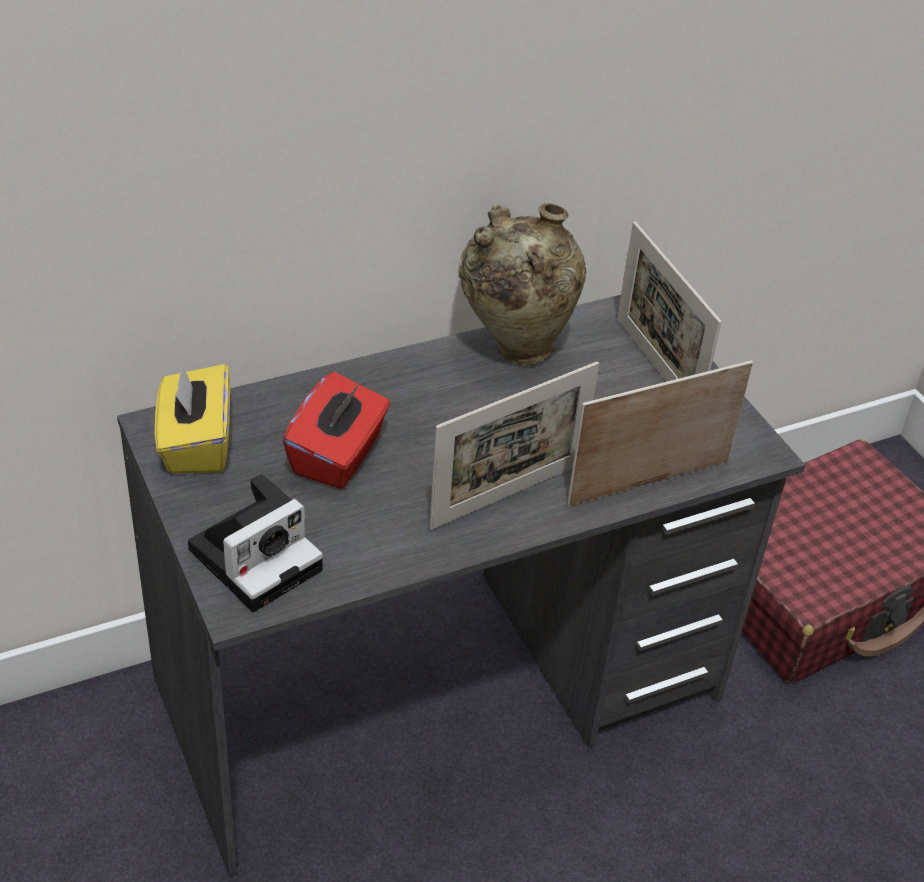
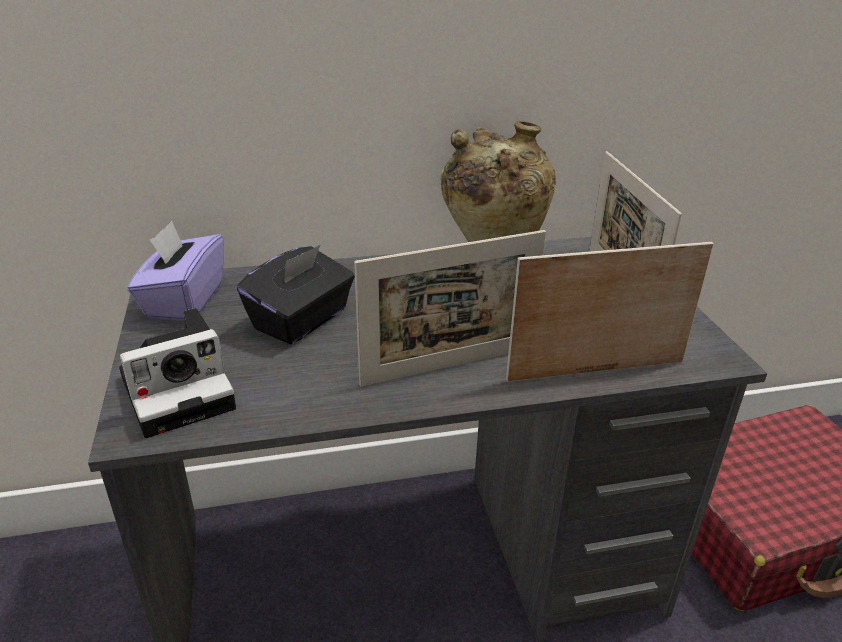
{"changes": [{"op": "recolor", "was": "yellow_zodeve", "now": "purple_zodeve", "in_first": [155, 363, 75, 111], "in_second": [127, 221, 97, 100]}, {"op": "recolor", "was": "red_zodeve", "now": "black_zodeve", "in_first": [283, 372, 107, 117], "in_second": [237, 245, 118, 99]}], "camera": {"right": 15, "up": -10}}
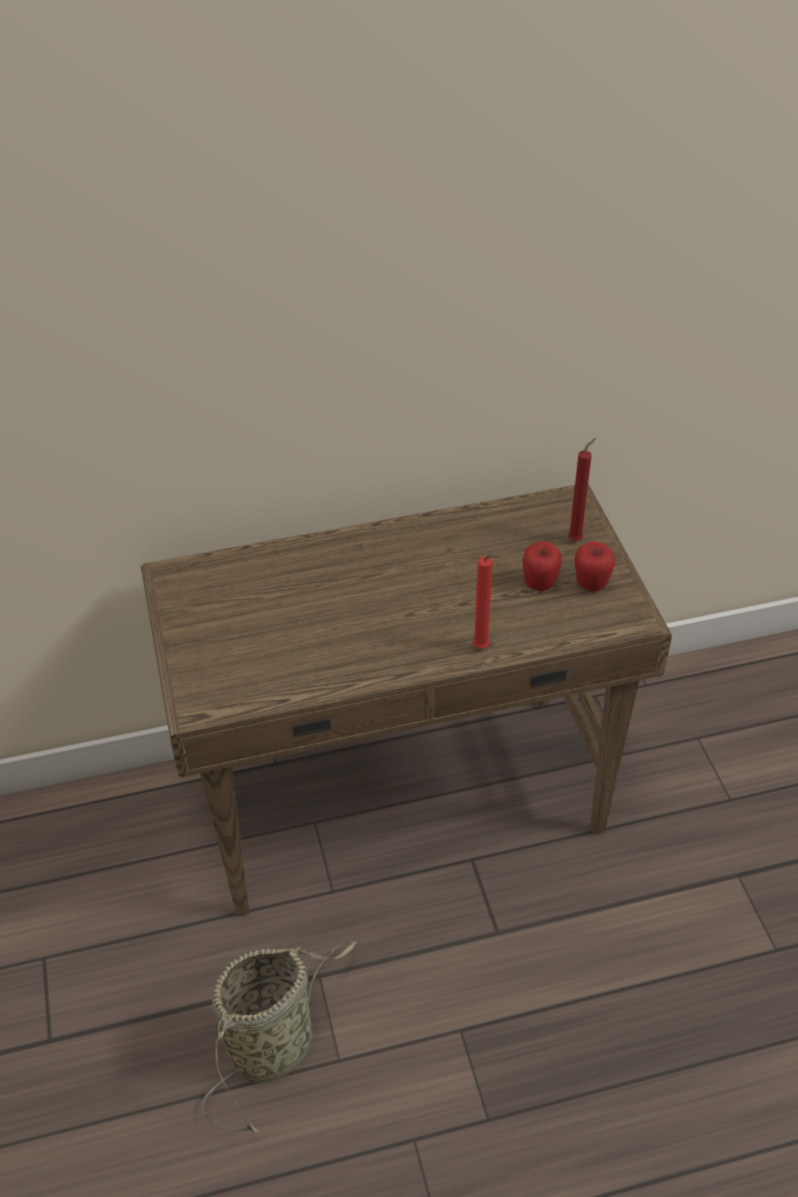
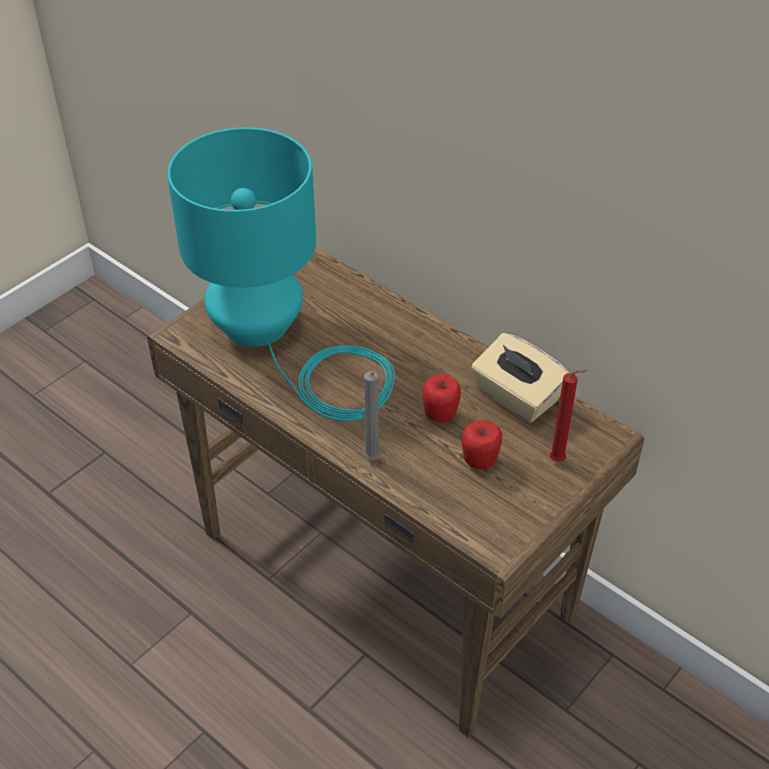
{"changes": [{"op": "delete", "was": "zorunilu", "in_first": [202, 941, 155, 192]}, {"op": "recolor", "was": "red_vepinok", "now": "grey_vepinok", "in_first": [473, 555, 26, 94], "in_second": [364, 371, 16, 89]}, {"op": "move", "was": "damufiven", "in_first": [574, 542, 41, 49], "in_second": [422, 374, 39, 49]}, {"op": "insert", "now": "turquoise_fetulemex", "in_second": [167, 127, 228, 294]}, {"op": "insert", "now": "beige_zodeve", "in_second": [471, 333, 98, 90]}], "camera": {"right": 55, "up": 0}}
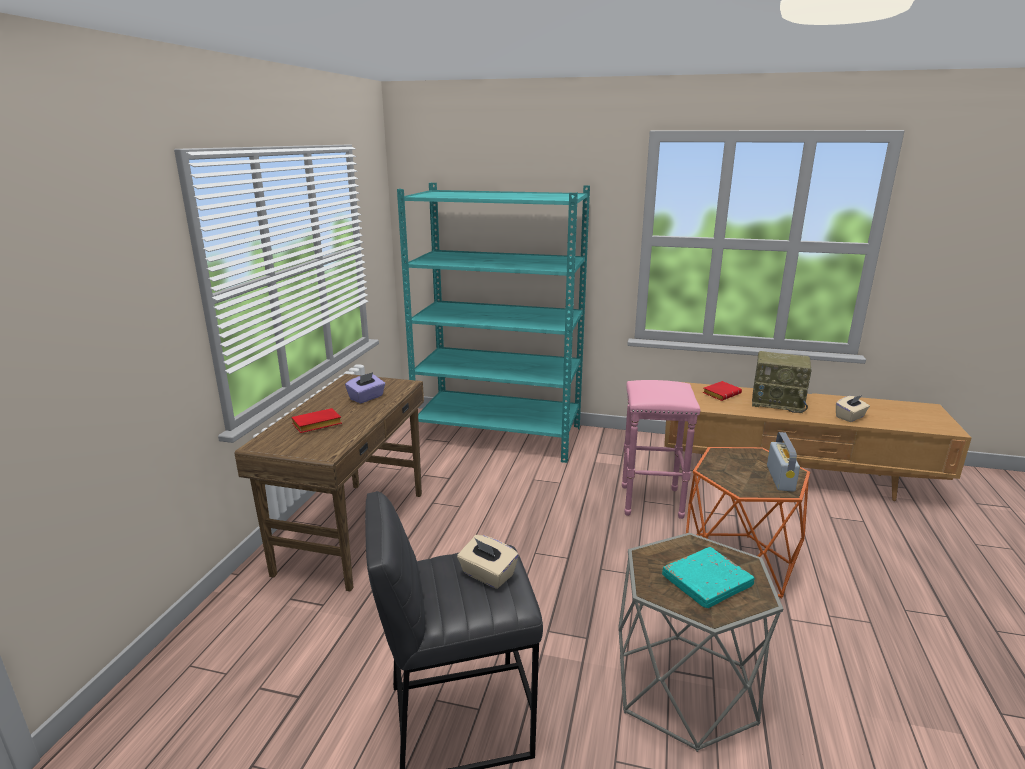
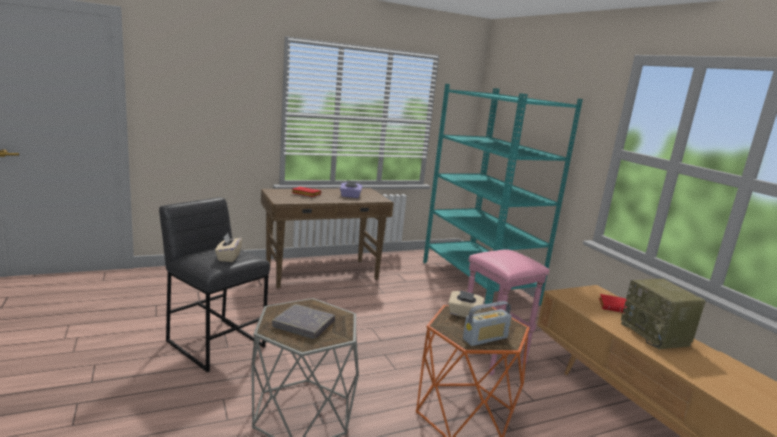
{"changes": [{"op": "recolor", "was": "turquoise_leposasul", "now": "grey_leposasul", "in_first": [662, 547, 93, 62], "in_second": [272, 304, 63, 35]}, {"op": "move", "was": "beige_zodeve", "in_first": [836, 395, 34, 27], "in_second": [448, 290, 36, 27]}], "camera": {"right": 50, "up": -5}}
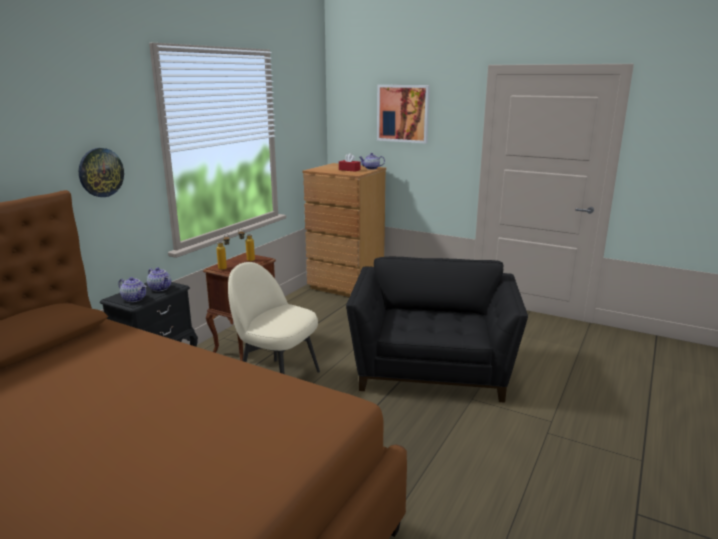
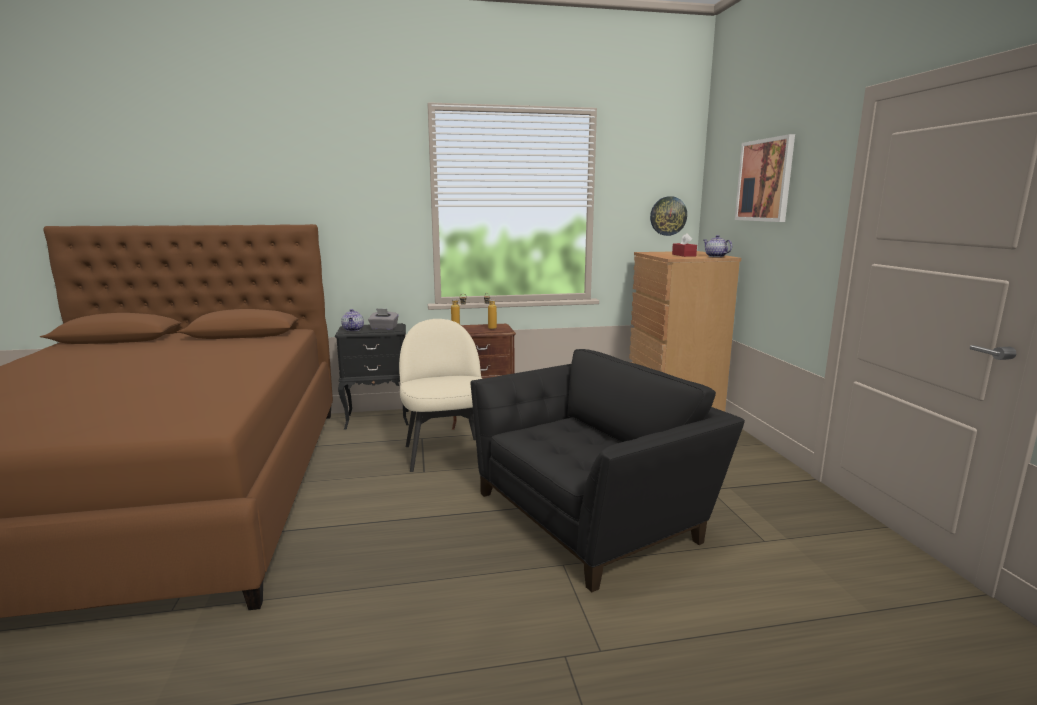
{"changes": [{"op": "move", "was": "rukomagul", "in_first": [79, 148, 45, 49], "in_second": [650, 196, 37, 40]}, {"op": "replace", "was": "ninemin", "now": "grey_zodeve", "in_first": [147, 268, 24, 24], "in_second": [368, 308, 31, 22]}], "camera": {"right": 50, "up": -5}}
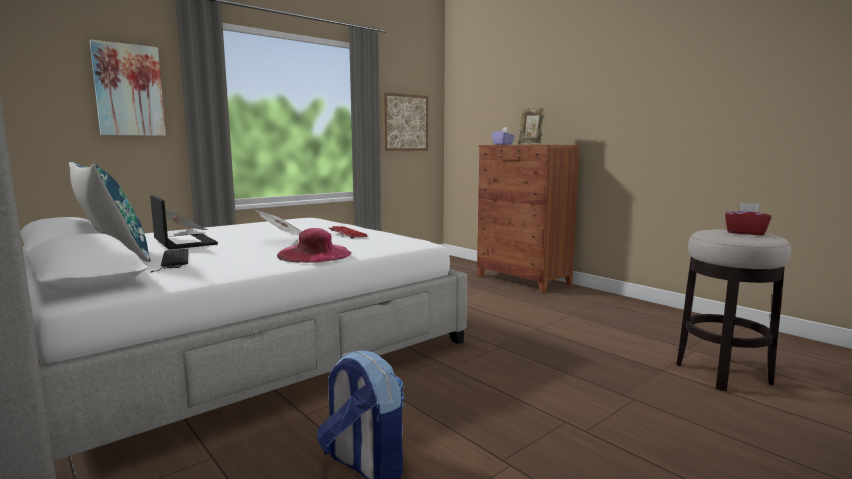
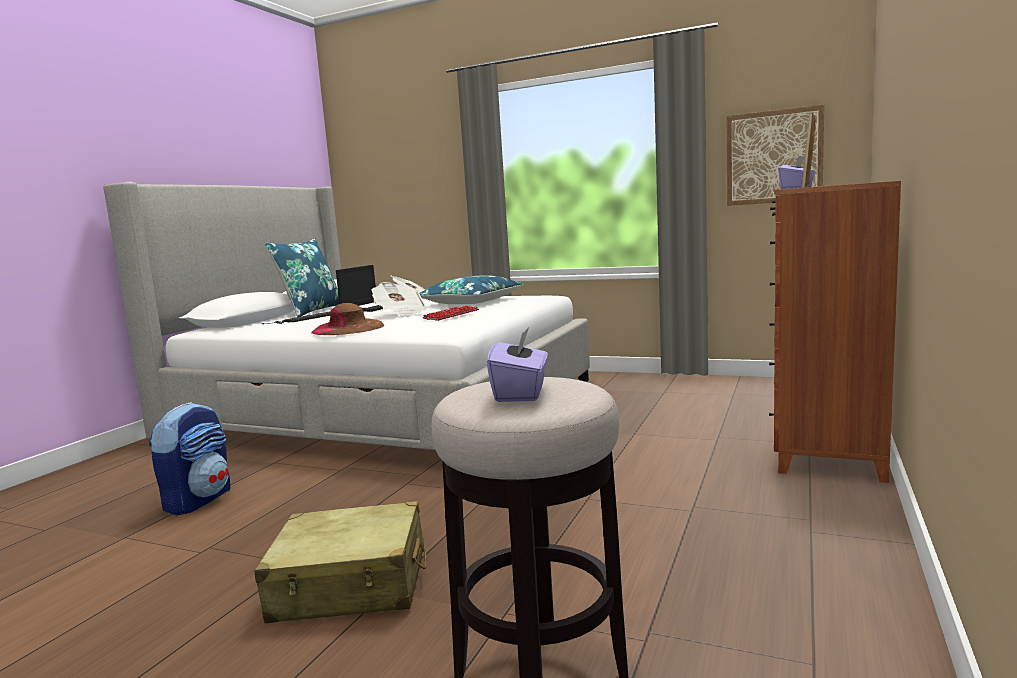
{"changes": [{"op": "delete", "was": "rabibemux", "in_first": [90, 40, 76, 96]}, {"op": "recolor", "was": "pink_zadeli", "now": "brown_zadeli", "in_first": [277, 228, 75, 35], "in_second": [311, 303, 73, 32]}, {"op": "recolor", "was": "red_zodeve", "now": "purple_zodeve", "in_first": [725, 203, 47, 32], "in_second": [487, 327, 61, 75]}, {"op": "insert", "now": "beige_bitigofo", "in_second": [254, 501, 172, 122]}, {"op": "insert", "now": "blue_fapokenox", "in_second": [419, 275, 105, 29]}], "camera": {"right": 65, "up": 0}}
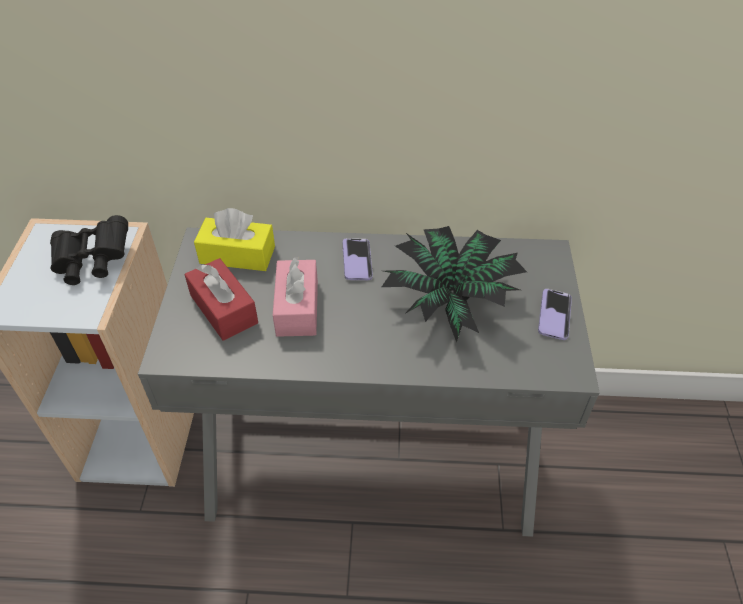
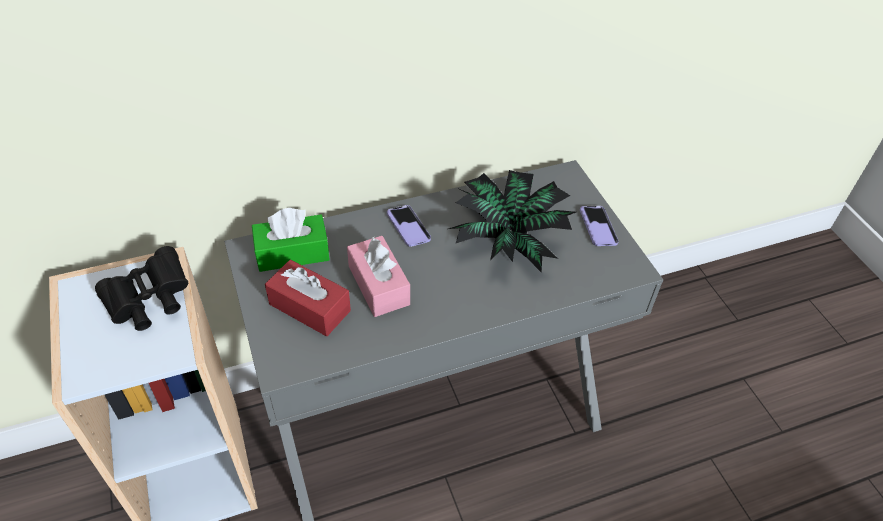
{"changes": [{"op": "recolor", "was": "yellow_zodeve", "now": "green_zodeve", "in_first": [194, 208, 81, 63], "in_second": [252, 208, 78, 64]}], "camera": {"right": -25, "up": 0}}
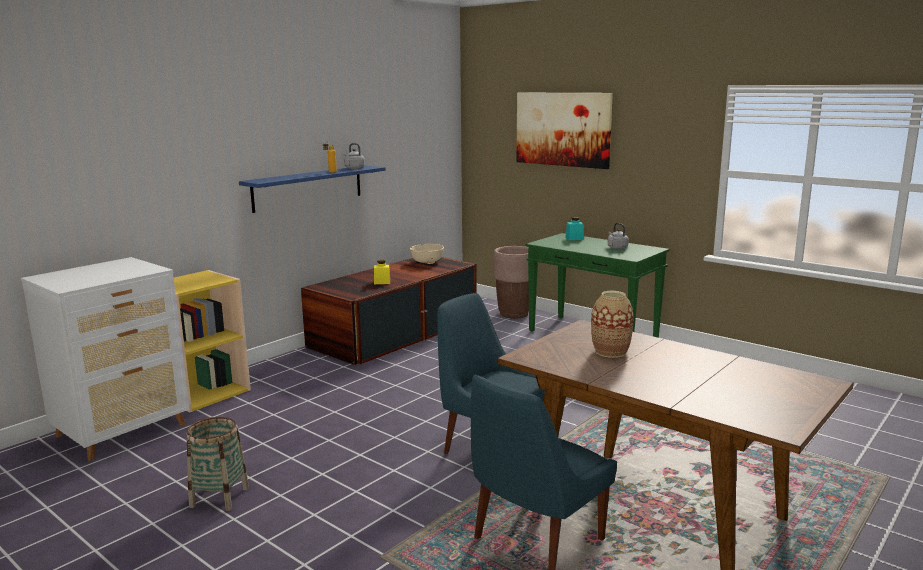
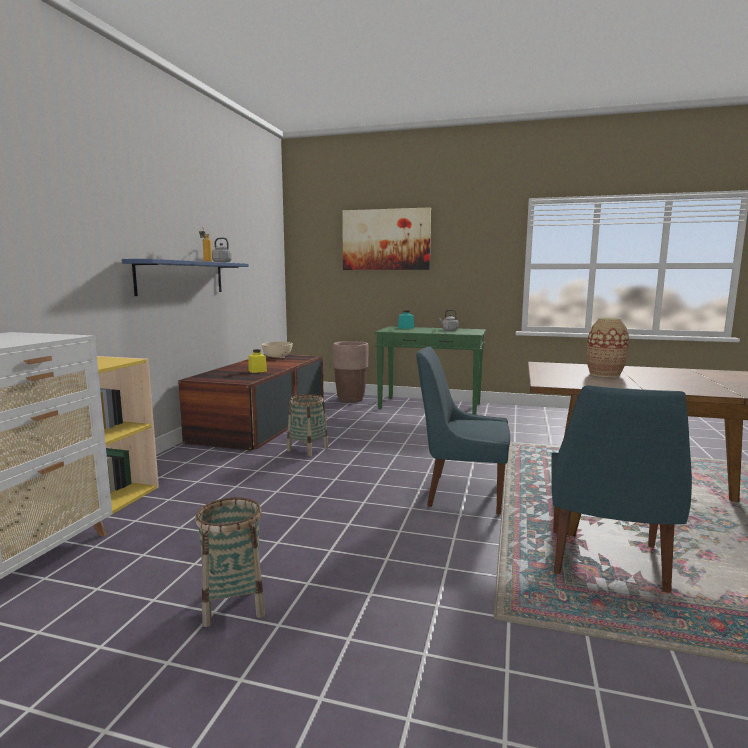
{"changes": [{"op": "insert", "now": "zorunilu", "in_second": [287, 394, 41, 62]}], "camera": {"right": -25, "up": -5}}
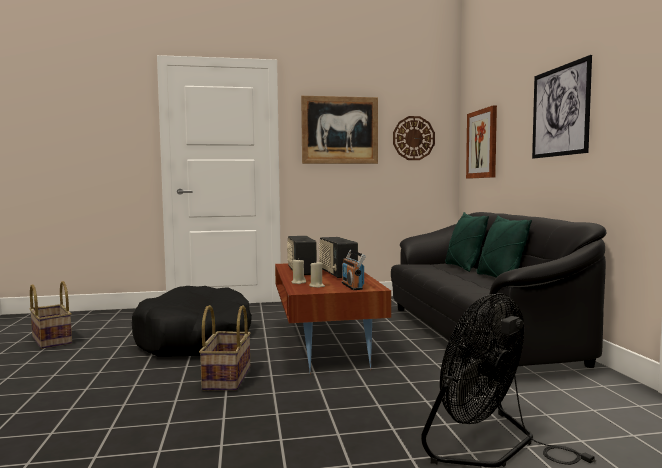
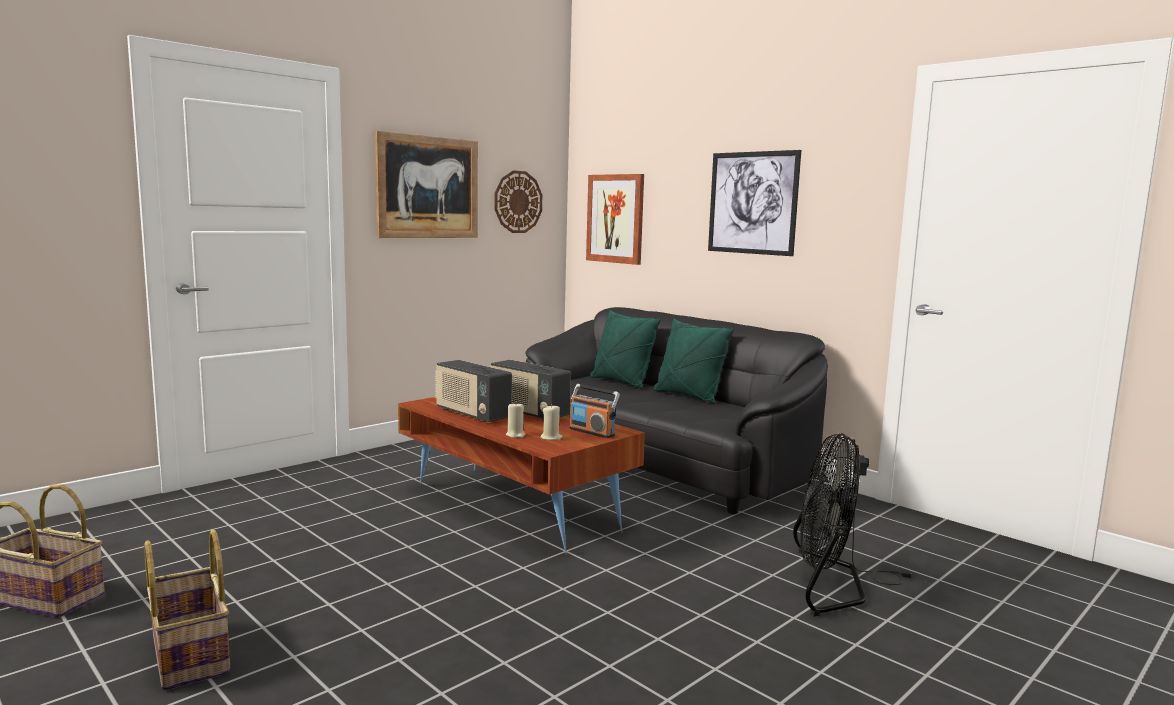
{"changes": [{"op": "delete", "was": "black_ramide", "in_first": [132, 286, 120, 71]}, {"op": "move", "was": "zorunilu", "in_first": [199, 305, 52, 86], "in_second": [144, 529, 86, 162]}], "camera": {"right": -35, "up": 5}}
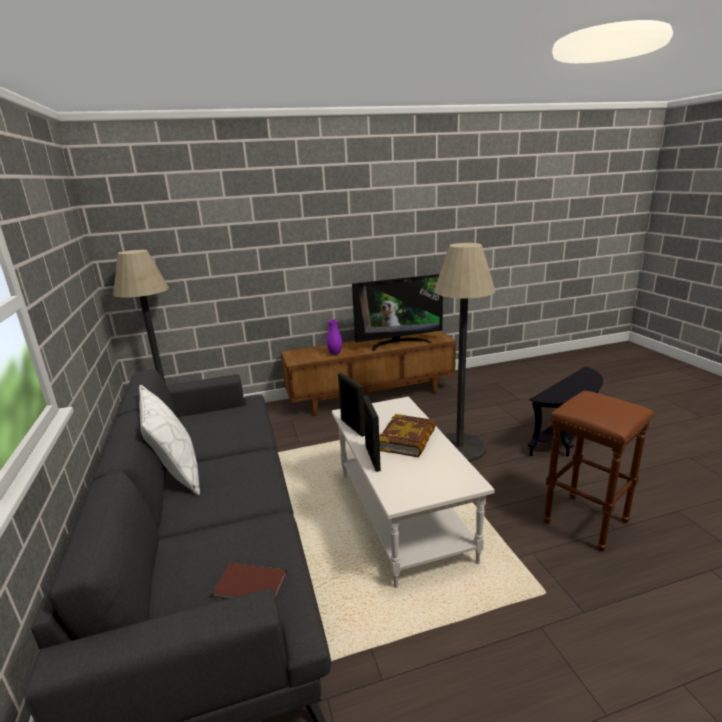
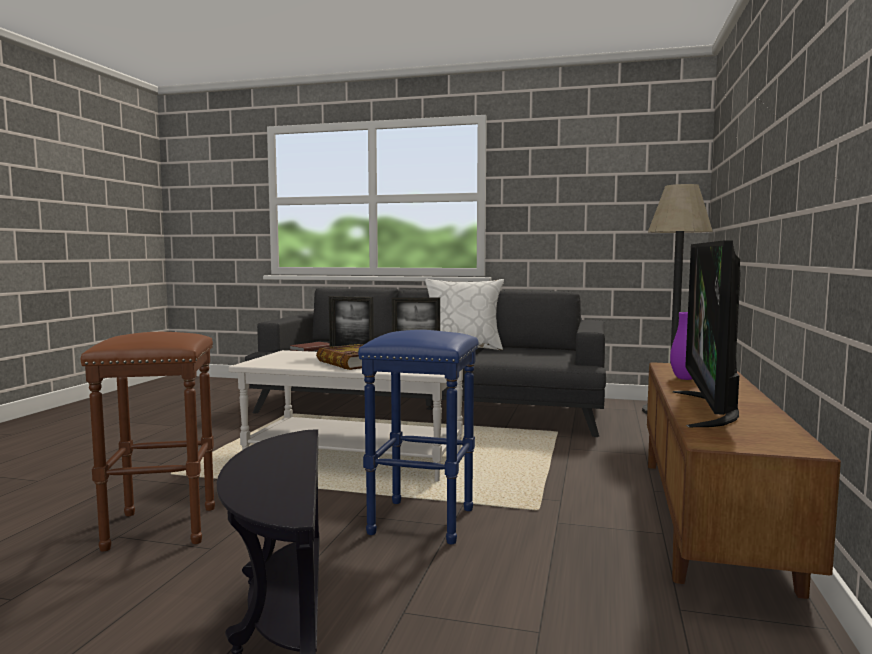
{"changes": [{"op": "replace", "was": "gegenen", "now": "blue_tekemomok", "in_first": [434, 243, 62, 219], "in_second": [358, 330, 121, 214]}], "camera": {"right": 120, "up": -15}}
